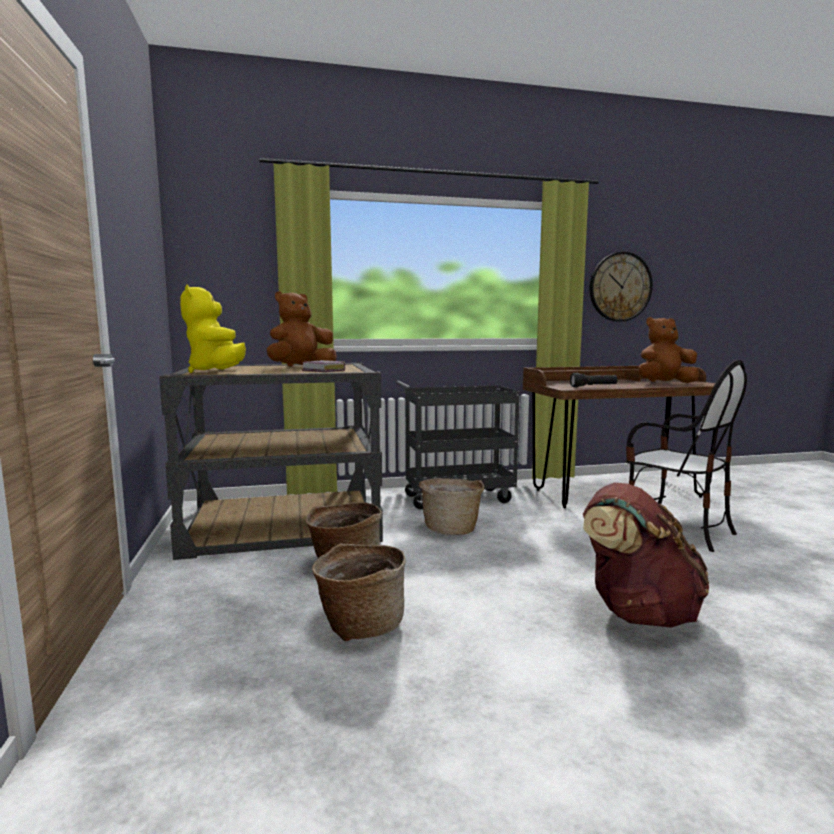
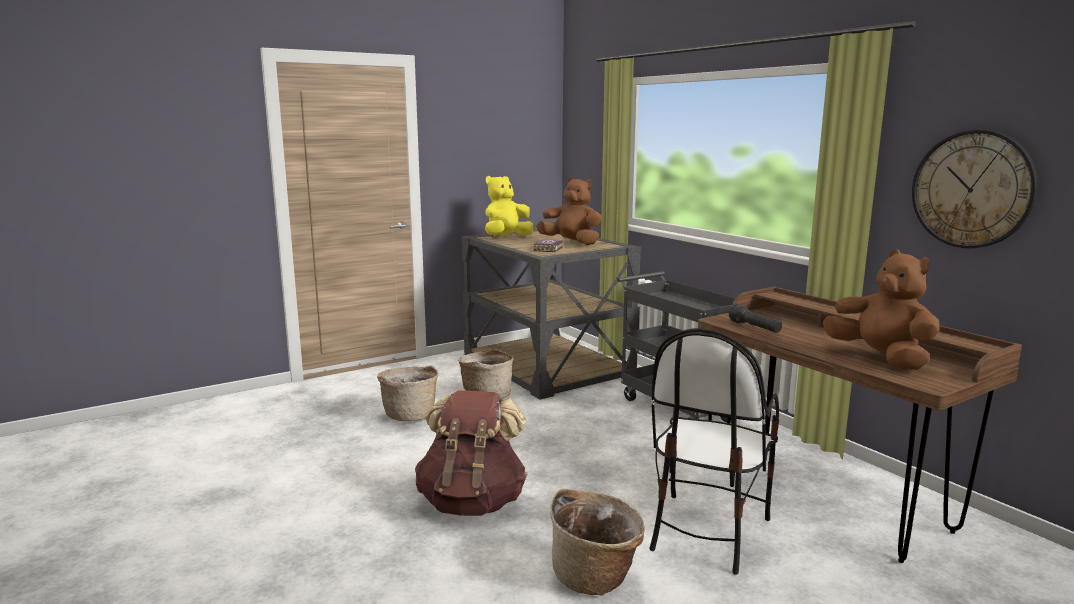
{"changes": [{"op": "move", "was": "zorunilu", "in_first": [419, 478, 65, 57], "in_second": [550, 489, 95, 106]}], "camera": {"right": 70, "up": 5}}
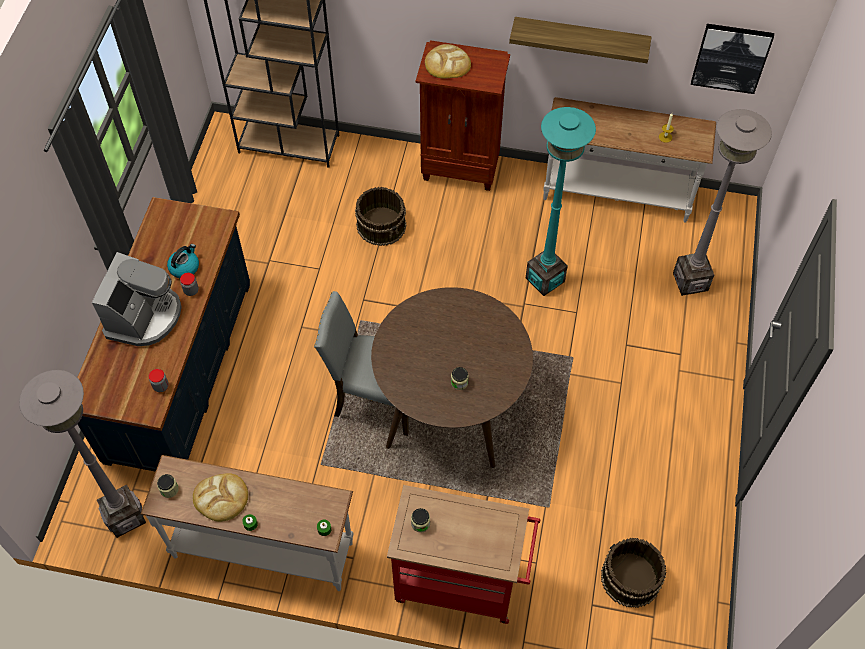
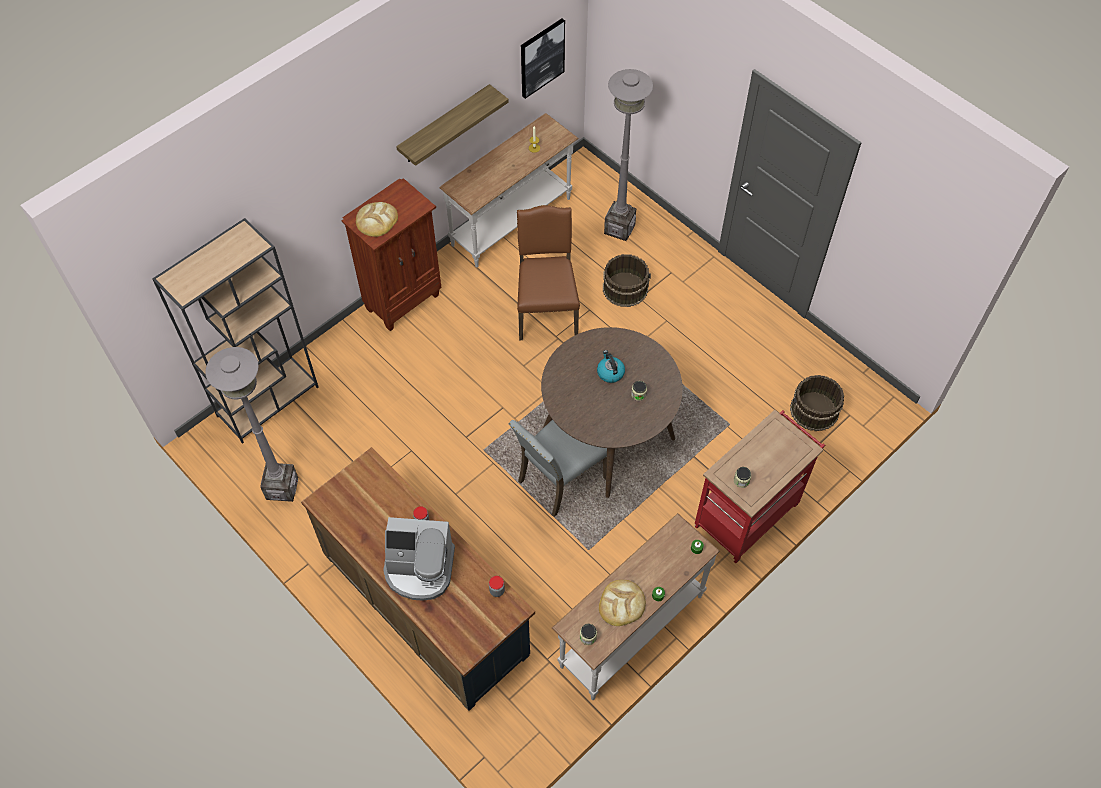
{"changes": [{"op": "move", "was": "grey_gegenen", "in_first": [19, 370, 127, 168], "in_second": [205, 347, 93, 155]}, {"op": "rotate", "was": "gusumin", "in_first": [92, 252, 90, 94], "in_second": [383, 517, 72, 84], "clockwise": 135}, {"op": "move", "was": "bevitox", "in_first": [167, 244, 32, 34], "in_second": [597, 350, 28, 33]}, {"op": "move", "was": "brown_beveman", "in_first": [355, 187, 51, 59], "in_second": [603, 254, 48, 53]}, {"op": "replace", "was": "turquoise_gegenen", "now": "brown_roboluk", "in_first": [526, 107, 70, 189], "in_second": [517, 205, 63, 135]}], "camera": {"right": -55, "up": 0}}
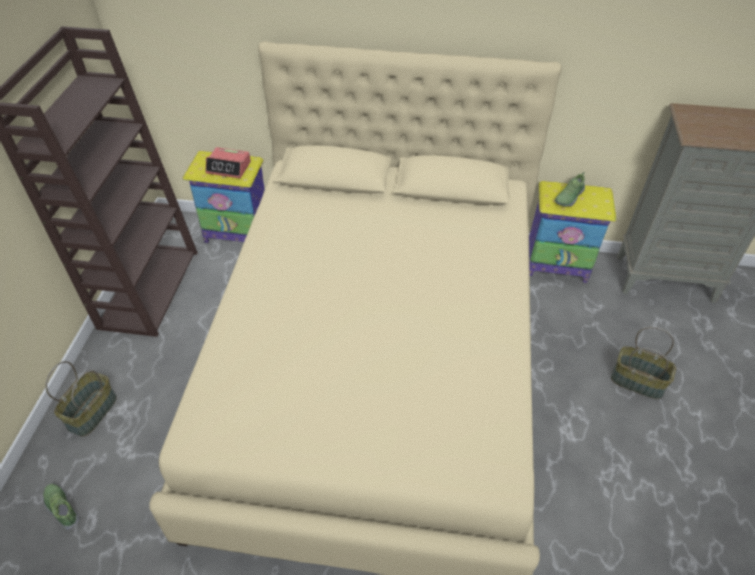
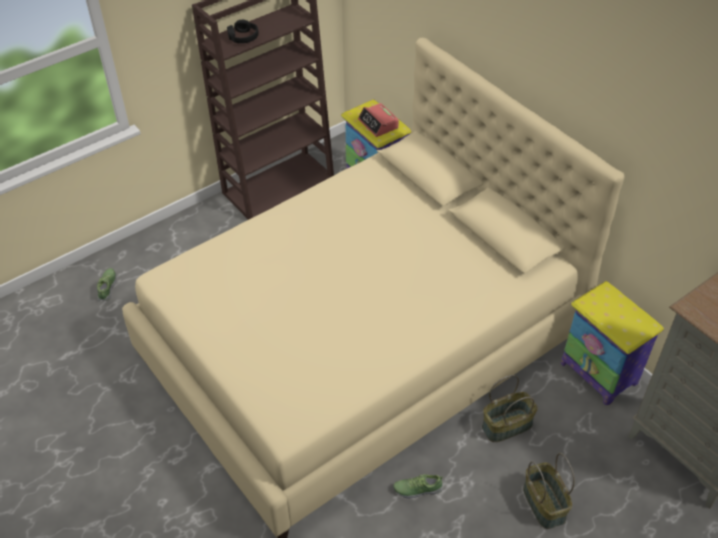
{"changes": [{"op": "move", "was": "zorunilu", "in_first": [45, 361, 72, 76], "in_second": [482, 375, 56, 67]}, {"op": "move", "was": "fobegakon", "in_first": [555, 172, 30, 35], "in_second": [393, 474, 50, 25]}, {"op": "insert", "now": "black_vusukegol", "in_second": [227, 20, 31, 23]}], "camera": {"right": 45, "up": 0}}
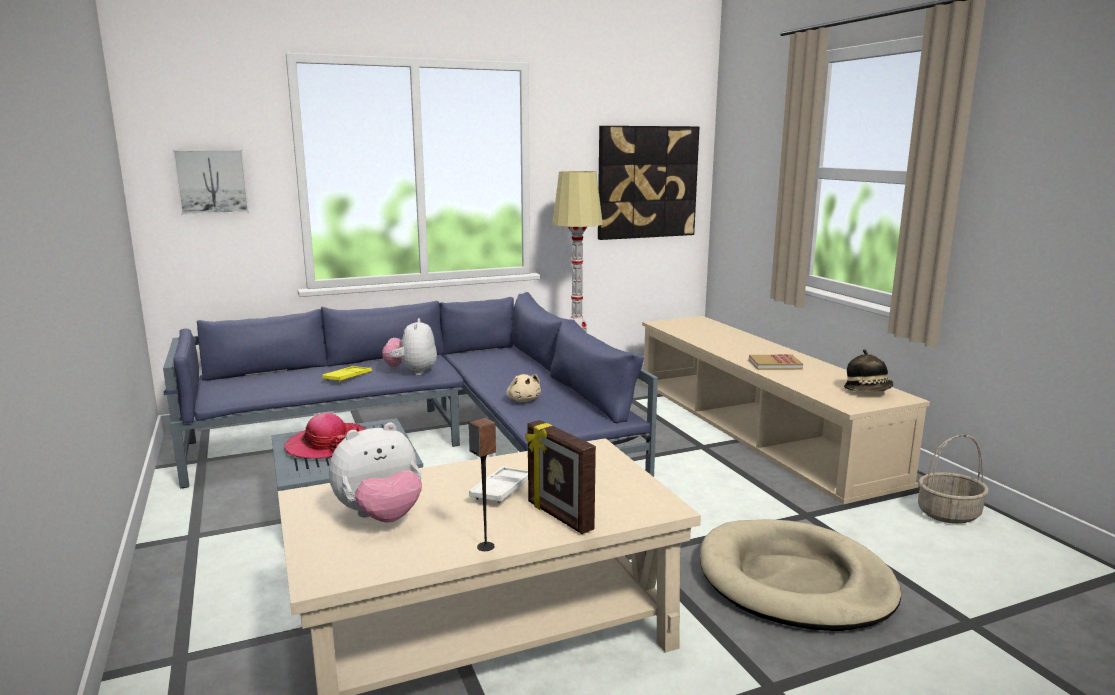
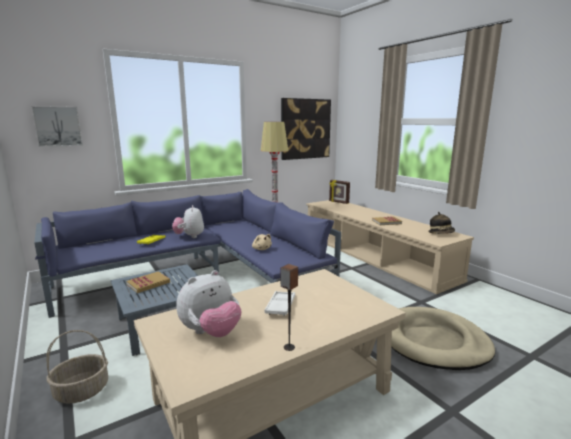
{"changes": [{"op": "replace", "was": "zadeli", "now": "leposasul", "in_first": [284, 413, 81, 46], "in_second": [126, 271, 44, 22]}, {"op": "move", "was": "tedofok", "in_first": [525, 420, 71, 114], "in_second": [329, 180, 21, 24]}, {"op": "move", "was": "zorunilu", "in_first": [918, 434, 71, 90], "in_second": [46, 330, 62, 73]}], "camera": {"right": -10, "up": 0}}
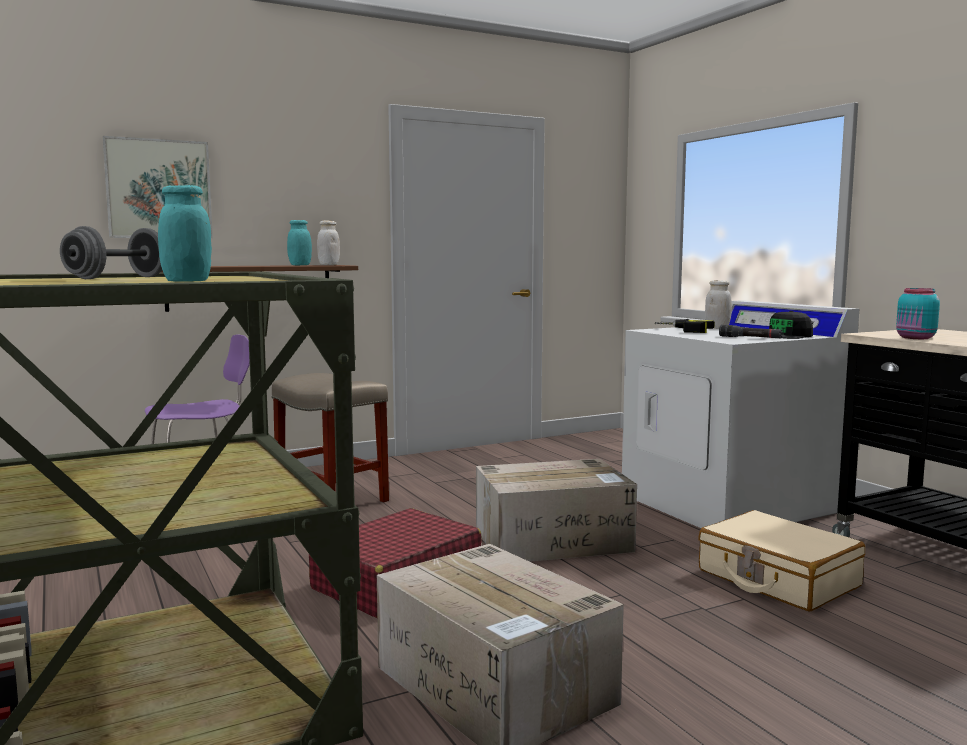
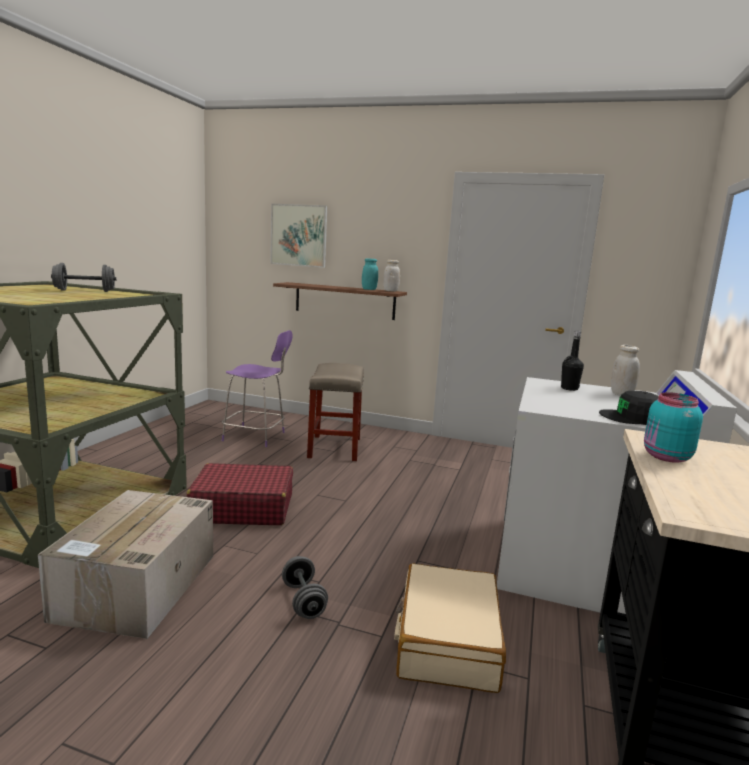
{"changes": [{"op": "delete", "was": "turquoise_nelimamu", "in_first": [158, 185, 54, 97]}, {"op": "delete", "was": "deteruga", "in_first": [476, 459, 161, 103]}, {"op": "replace", "was": "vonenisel", "now": "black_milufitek", "in_first": [655, 319, 60, 14], "in_second": [561, 331, 23, 60]}, {"op": "delete", "was": "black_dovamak", "in_first": [719, 325, 64, 13]}, {"op": "insert", "now": "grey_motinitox", "in_second": [282, 556, 46, 63]}], "camera": {"right": 45, "up": 5}}
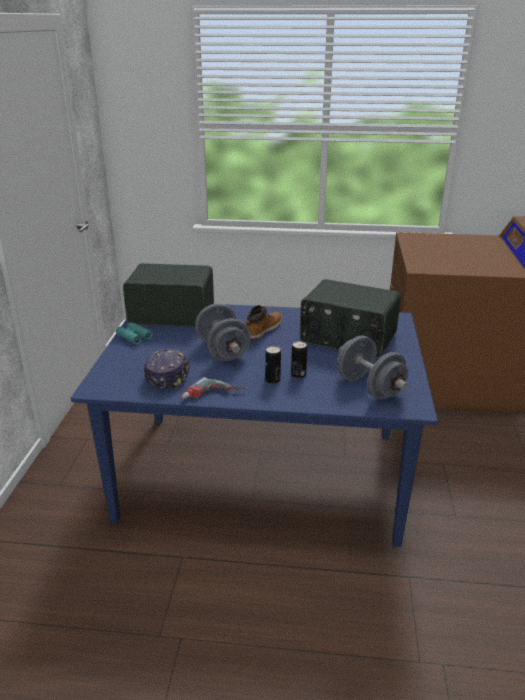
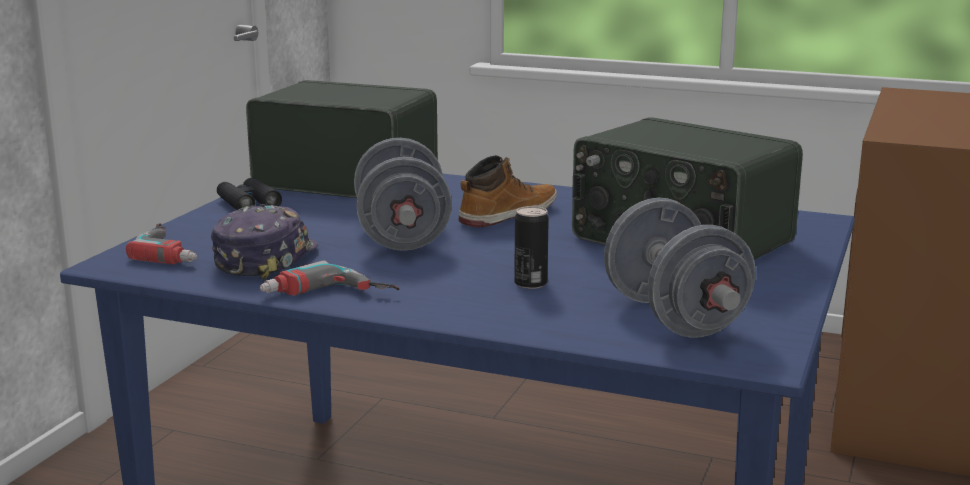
{"changes": [{"op": "recolor", "was": "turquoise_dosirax", "now": "black_dosirax", "in_first": [116, 322, 37, 23], "in_second": [217, 178, 65, 32]}, {"op": "delete", "was": "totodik", "in_first": [265, 346, 16, 38]}, {"op": "insert", "now": "vonenisel", "in_second": [126, 223, 72, 42]}], "camera": {"right": 15, "up": -10}}
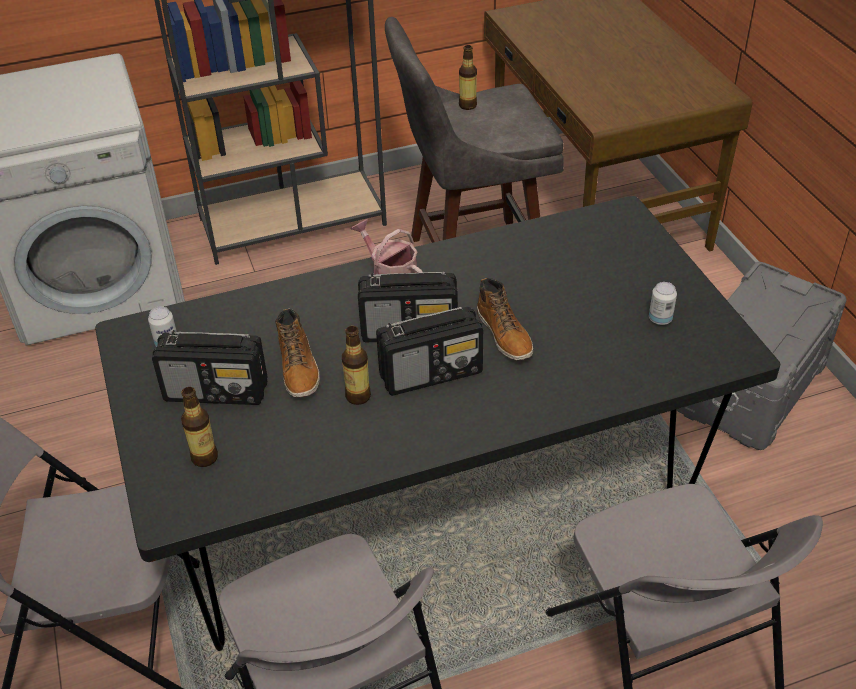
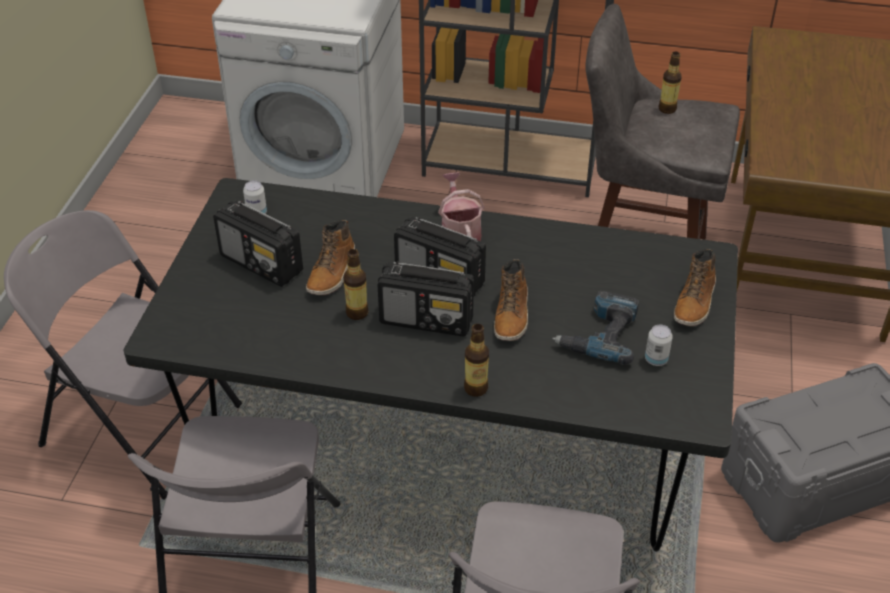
{"changes": [{"op": "move", "was": "milufitek", "in_first": [181, 387, 37, 80], "in_second": [464, 324, 25, 73]}, {"op": "insert", "now": "vonenisel", "in_second": [552, 291, 87, 74]}, {"op": "insert", "now": "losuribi", "in_second": [674, 249, 42, 77]}], "camera": {"right": 30, "up": 0}}
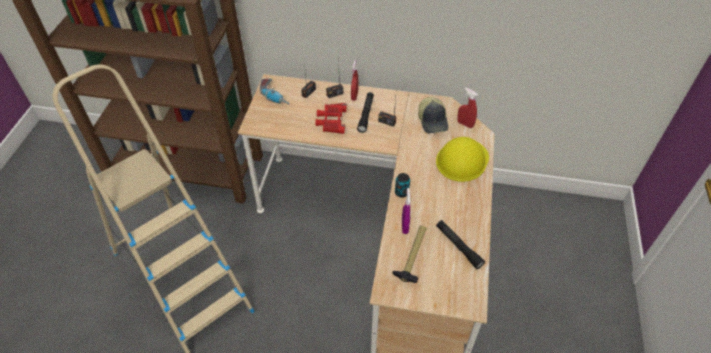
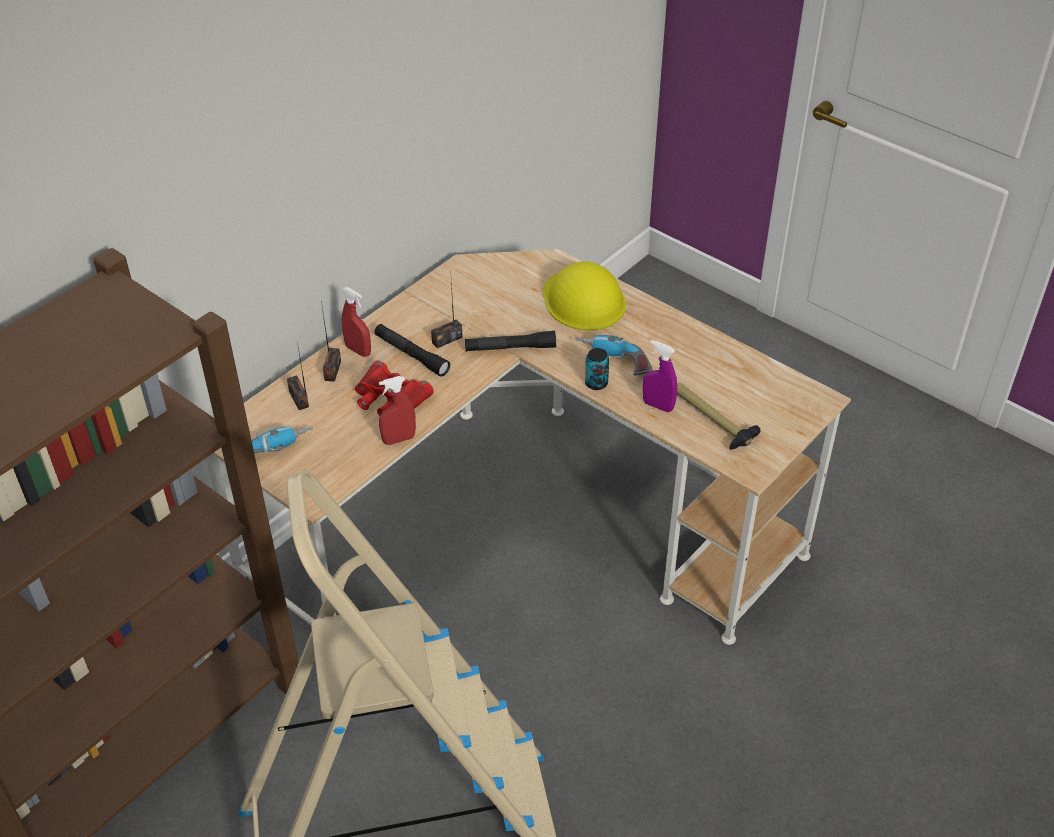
{"changes": [{"op": "delete", "was": "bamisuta", "in_first": [418, 97, 30, 36]}, {"op": "move", "was": "black_dovamak", "in_first": [436, 220, 49, 49], "in_second": [465, 331, 91, 20]}, {"op": "move", "was": "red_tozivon", "in_first": [457, 88, 21, 40], "in_second": [379, 376, 37, 69]}, {"op": "insert", "now": "vonenisel", "in_second": [576, 335, 77, 41]}], "camera": {"right": -60, "up": -5}}
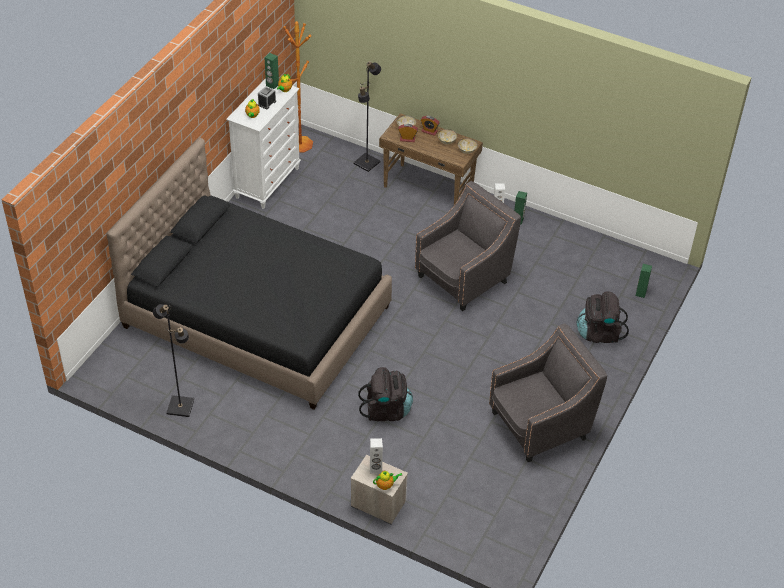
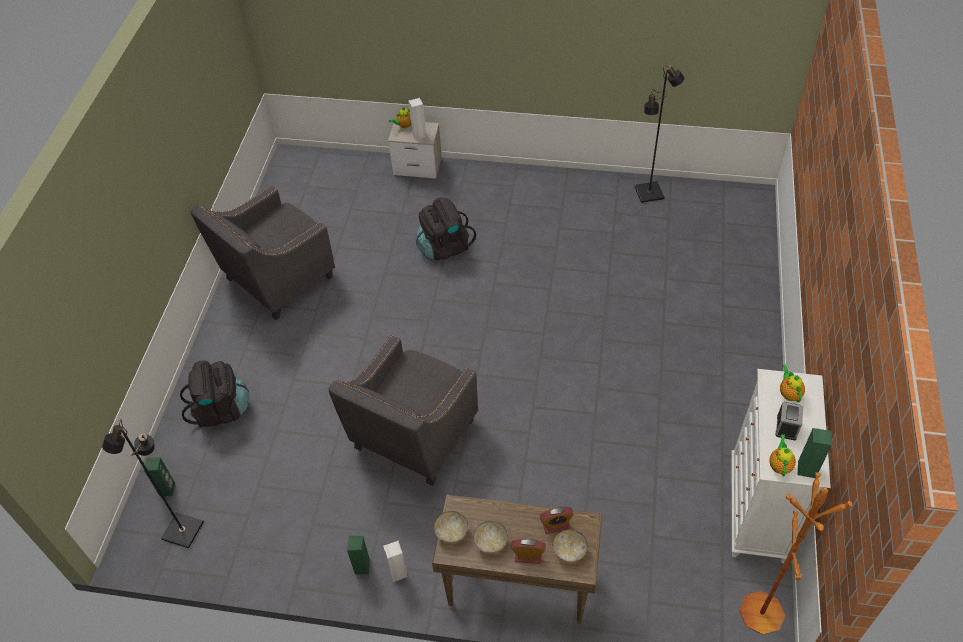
{"changes": [{"op": "delete", "was": "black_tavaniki", "in_first": [107, 138, 285, 272]}, {"op": "move", "was": "black_gegenen", "in_first": [353, 61, 28, 111], "in_second": [102, 419, 102, 129]}], "camera": {"right": 165, "up": 5}}
